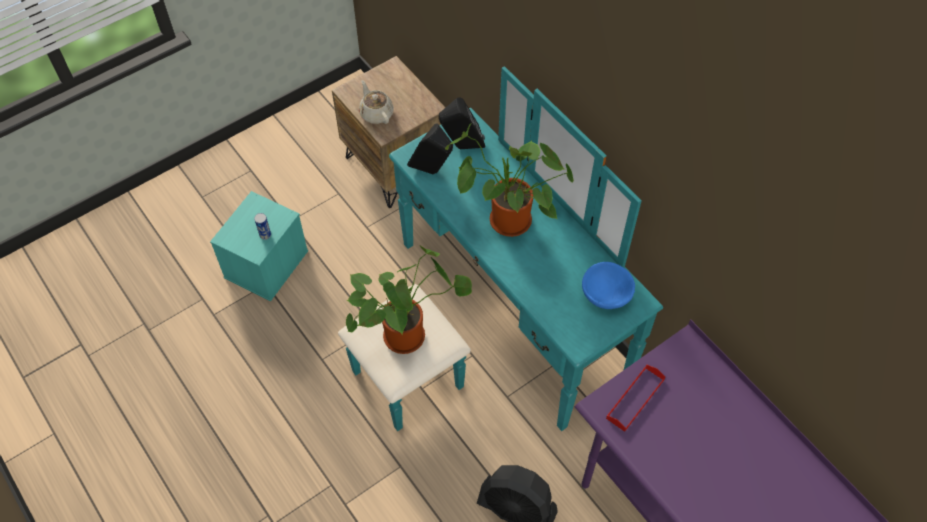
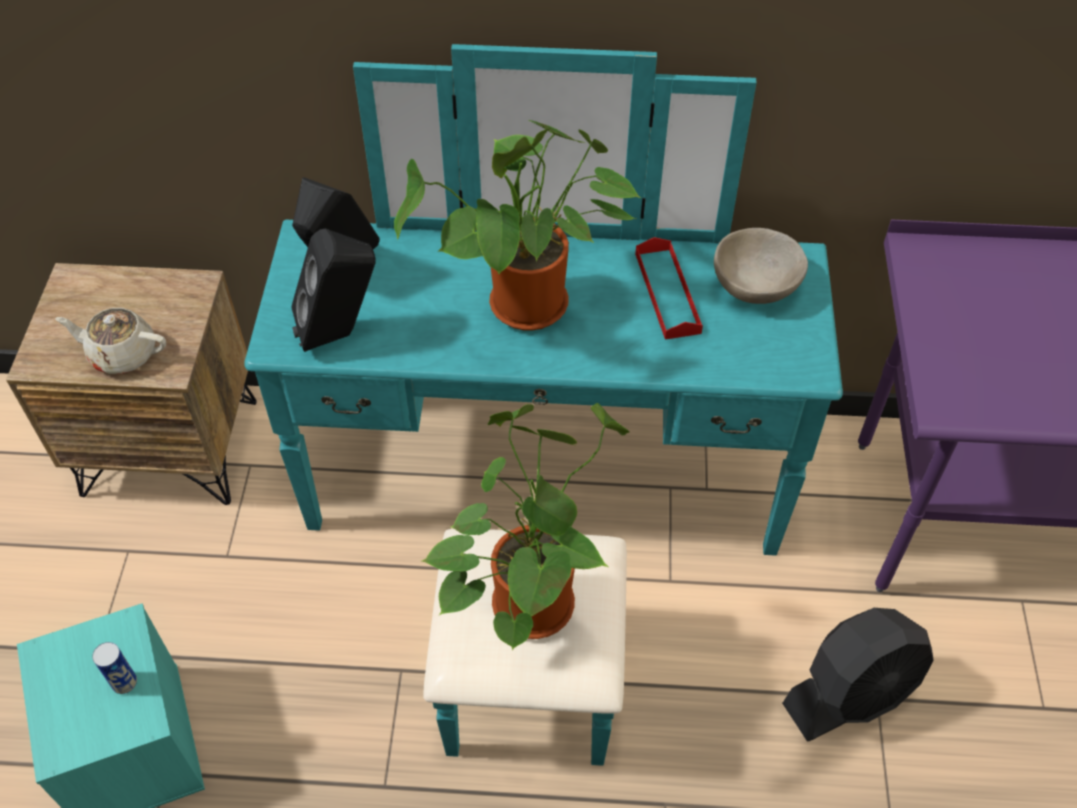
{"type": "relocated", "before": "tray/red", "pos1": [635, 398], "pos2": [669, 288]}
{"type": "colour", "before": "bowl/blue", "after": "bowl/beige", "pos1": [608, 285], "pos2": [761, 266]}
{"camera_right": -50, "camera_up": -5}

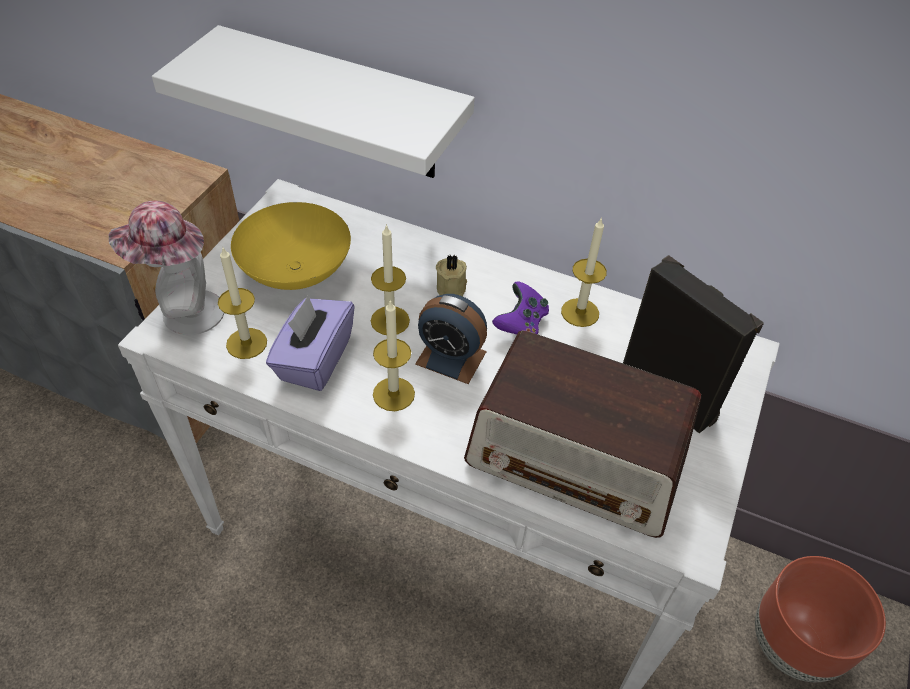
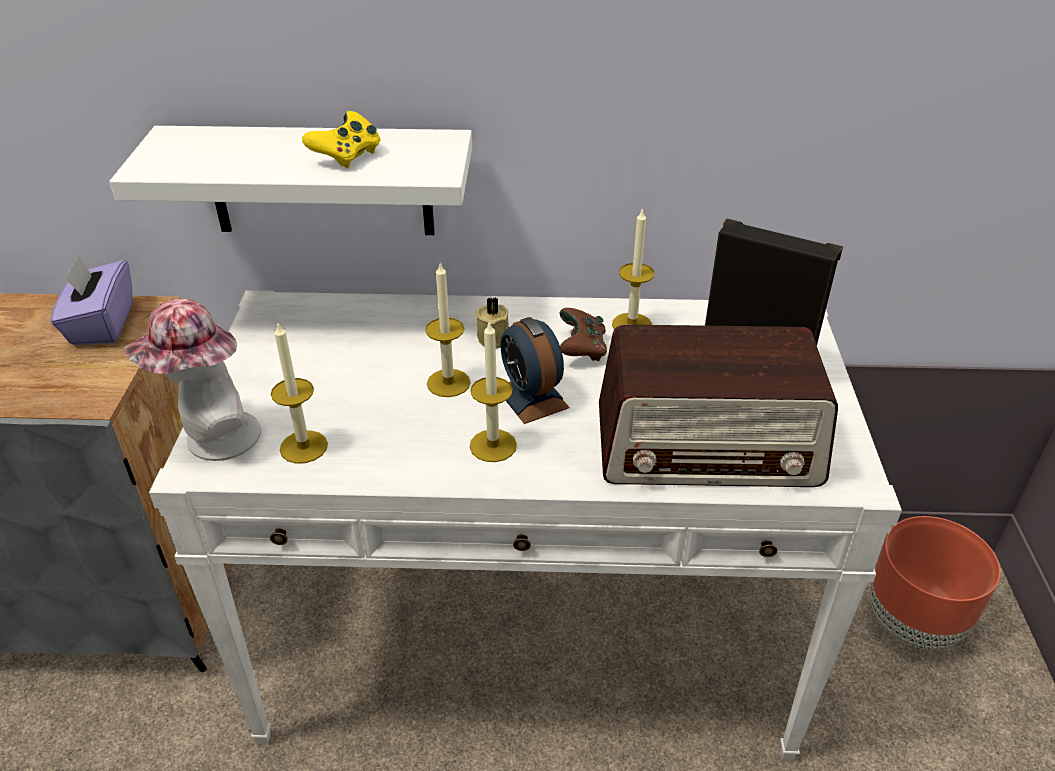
{"type": "missing", "before": "bowl/yellow", "pos1": [291, 246]}
{"type": "appeared", "after": "game controller/yellow", "pos2": [341, 140]}
{"type": "relocated", "before": "tissue box/purple", "pos1": [310, 343], "pos2": [92, 300]}
{"type": "colour", "before": "game controller/purple", "after": "game controller/brown", "pos1": [520, 307], "pos2": [583, 334]}
{"type": "spun", "before": "alarm clock", "pos1": [451, 339], "pos2": [535, 370], "turn": 60}
{"camera_right": -20, "camera_up": -10}

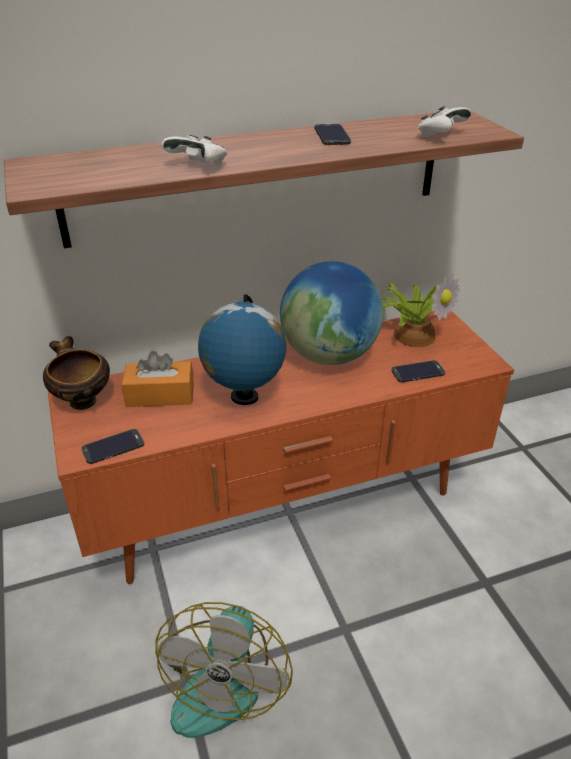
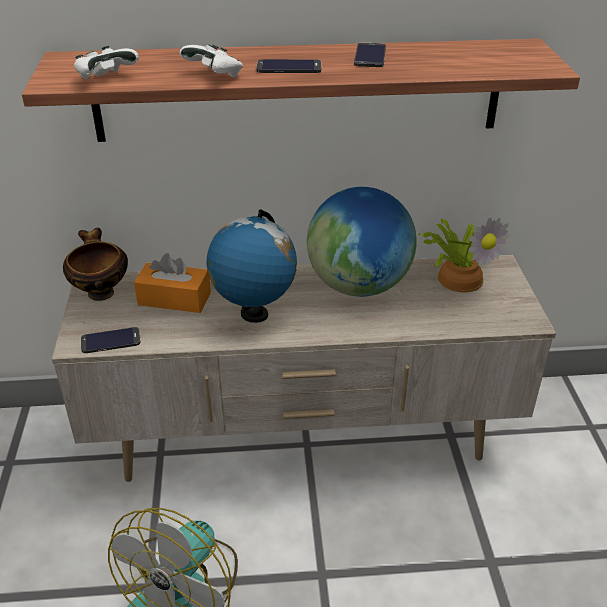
{"type": "relocated", "before": "phone", "pos1": [418, 371], "pos2": [289, 66]}
{"type": "relocated", "before": "game controller/white", "pos1": [445, 122], "pos2": [106, 63]}
{"type": "colour", "before": "tv stand/orange", "after": "tv stand/beige", "pos1": [281, 447], "pos2": [304, 368]}
{"camera_right": 15, "camera_up": 0}

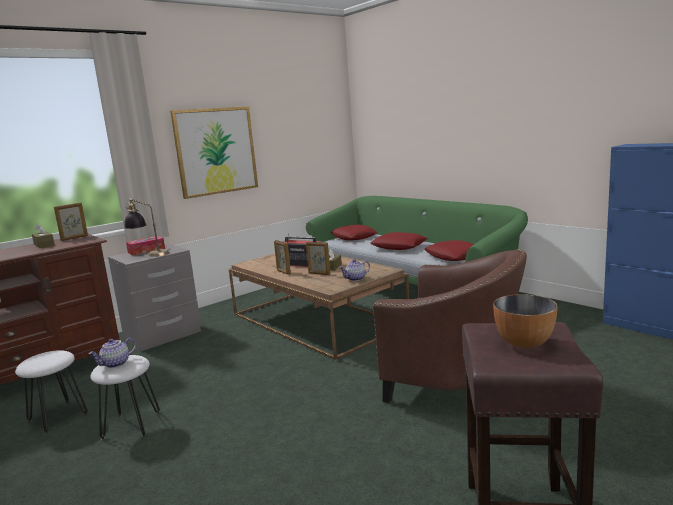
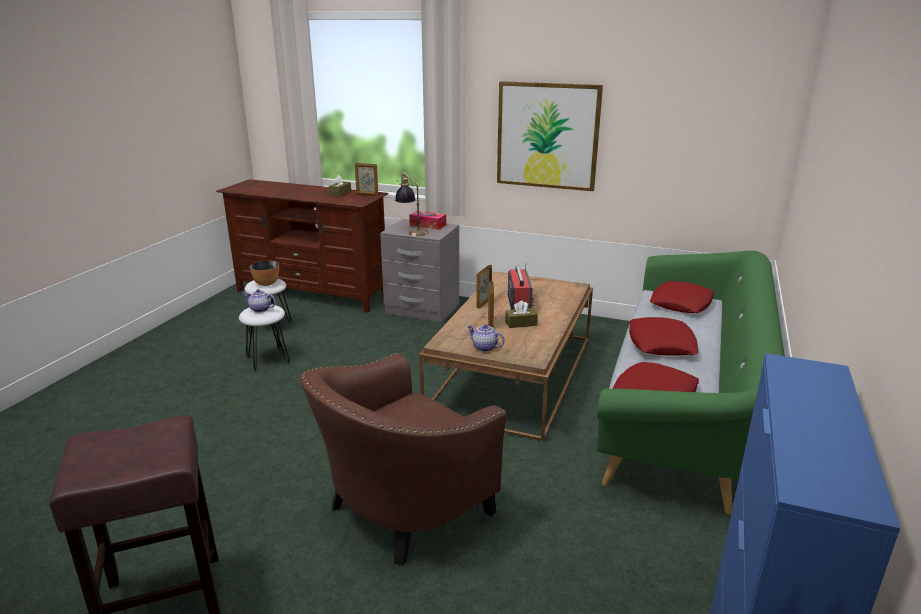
{"type": "relocated", "before": "bowl", "pos1": [525, 321], "pos2": [264, 273]}
{"type": "spun", "before": "armchair/brown", "pos1": [450, 326], "pos2": [403, 459], "turn": 45}
{"camera_right": 60, "camera_up": 10}

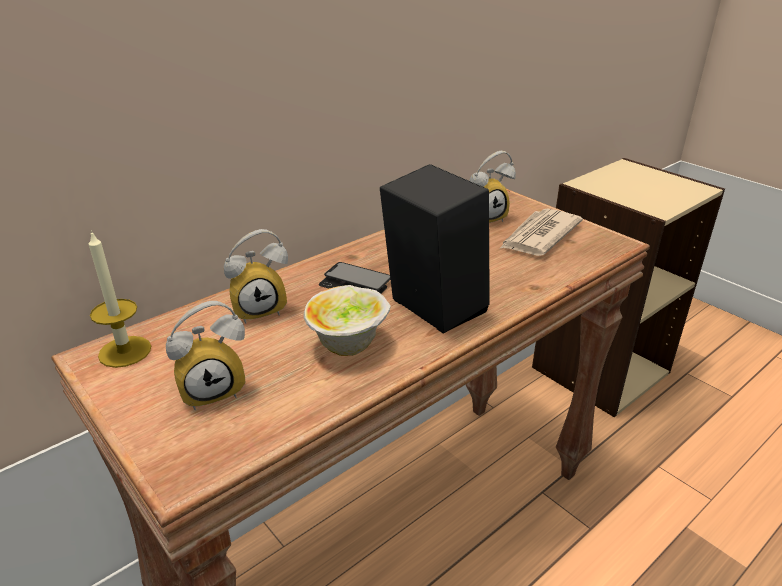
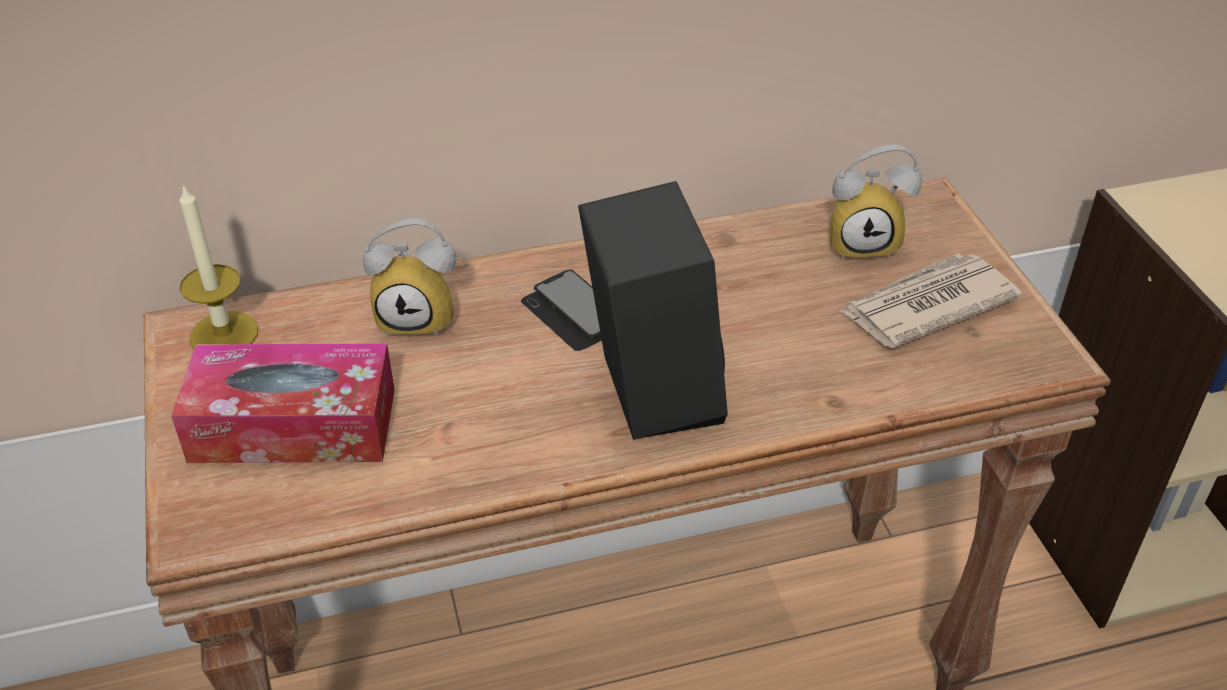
{"type": "missing", "before": "bowl", "pos1": [347, 320]}
{"type": "exchanged", "before": "alarm clock", "after": "tissue box", "pos1": [205, 355], "pos2": [283, 403]}
{"camera_right": 25, "camera_up": 10}

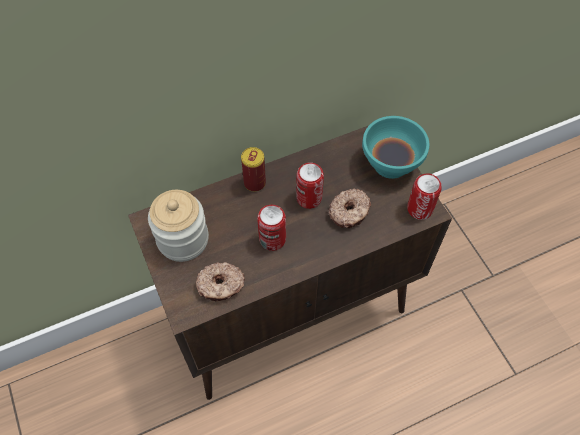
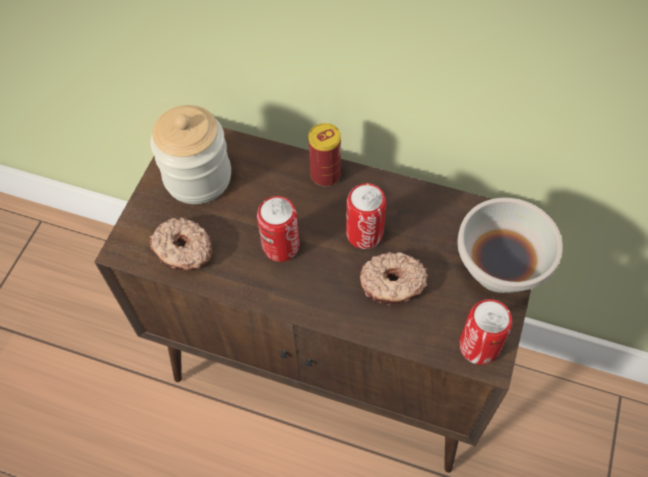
{"type": "colour", "before": "bowl/turquoise", "after": "bowl/white", "pos1": [395, 147], "pos2": [510, 245]}
{"camera_right": 45, "camera_up": 0}

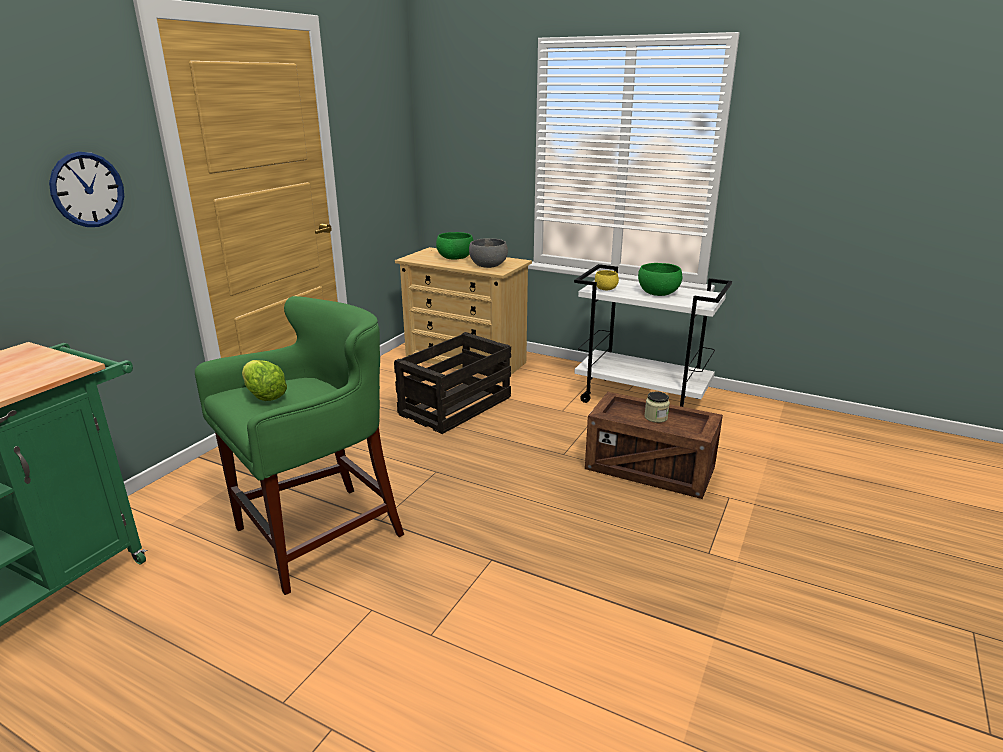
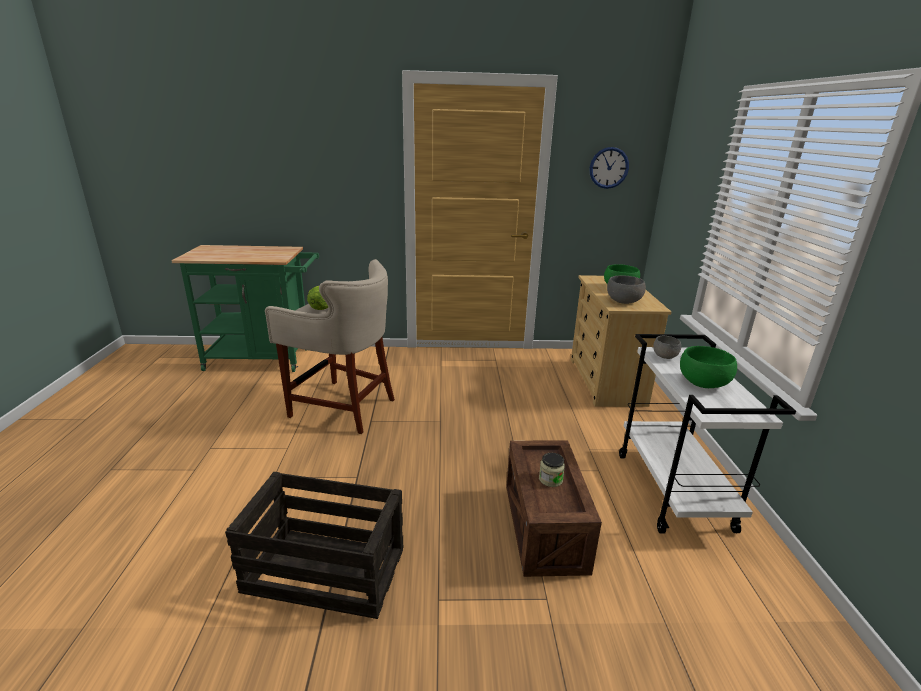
{"type": "relocated", "before": "wall clock", "pos1": [86, 189], "pos2": [609, 168]}
{"type": "relocated", "before": "crate", "pos1": [452, 383], "pos2": [314, 545]}
{"type": "colour", "before": "stool/green", "after": "stool/beige", "pos1": [299, 445], "pos2": [330, 346]}
{"type": "colour", "before": "bowl/yellow", "after": "bowl/grey", "pos1": [607, 280], "pos2": [667, 347]}
{"camera_right": 60, "camera_up": 0}

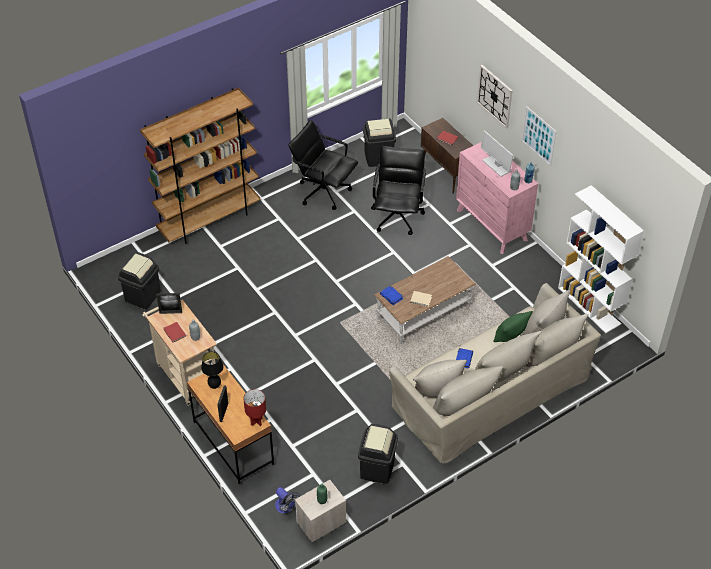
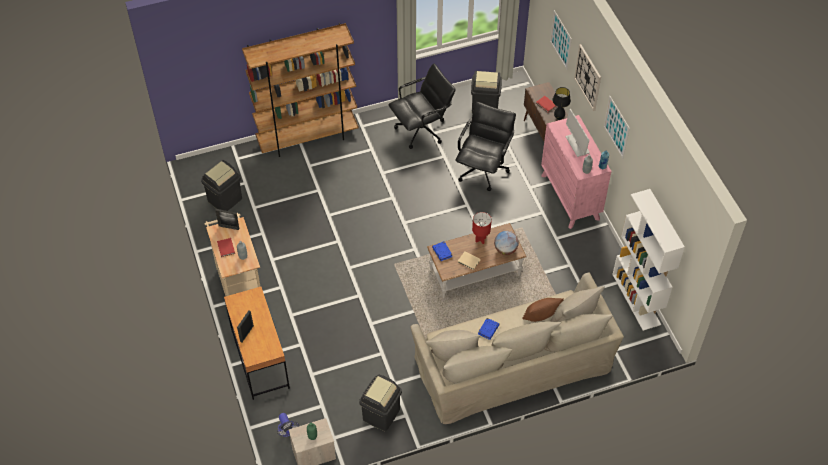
{"type": "appeared", "after": "globe", "pos2": [506, 243]}
{"type": "appeared", "after": "picture", "pos2": [561, 40]}
{"type": "relocated", "before": "table lamp/black", "pos1": [212, 370], "pos2": [561, 103]}
{"type": "relocated", "before": "table lamp/red", "pos1": [254, 407], "pos2": [482, 228]}
{"type": "colour", "before": "pillow/green", "after": "pillow/brown", "pos1": [513, 326], "pos2": [543, 310]}
{"type": "spun", "before": "office chair/black", "pos1": [323, 165], "pos2": [422, 106], "turn": 105}
{"camera_right": 15, "camera_up": 5}

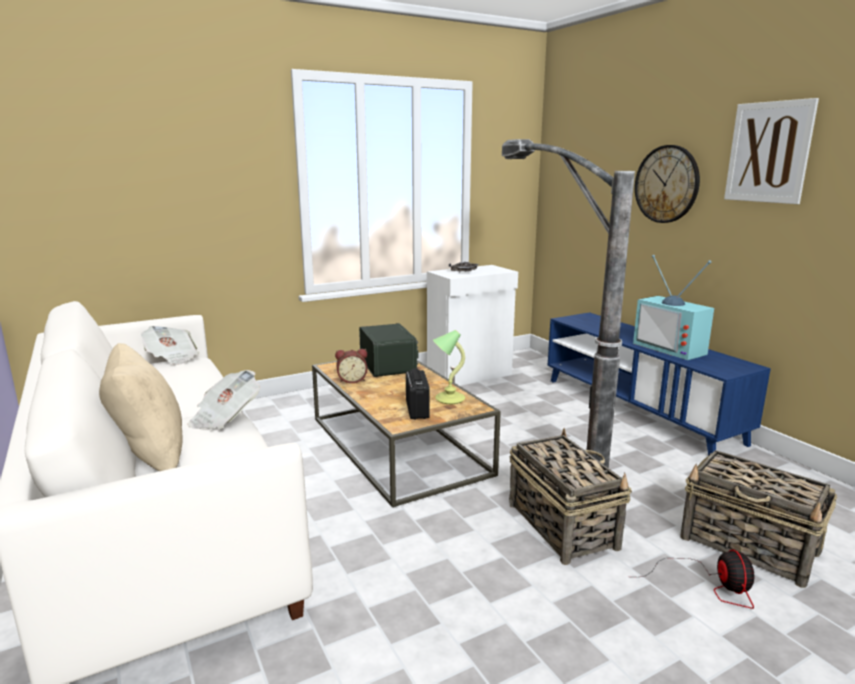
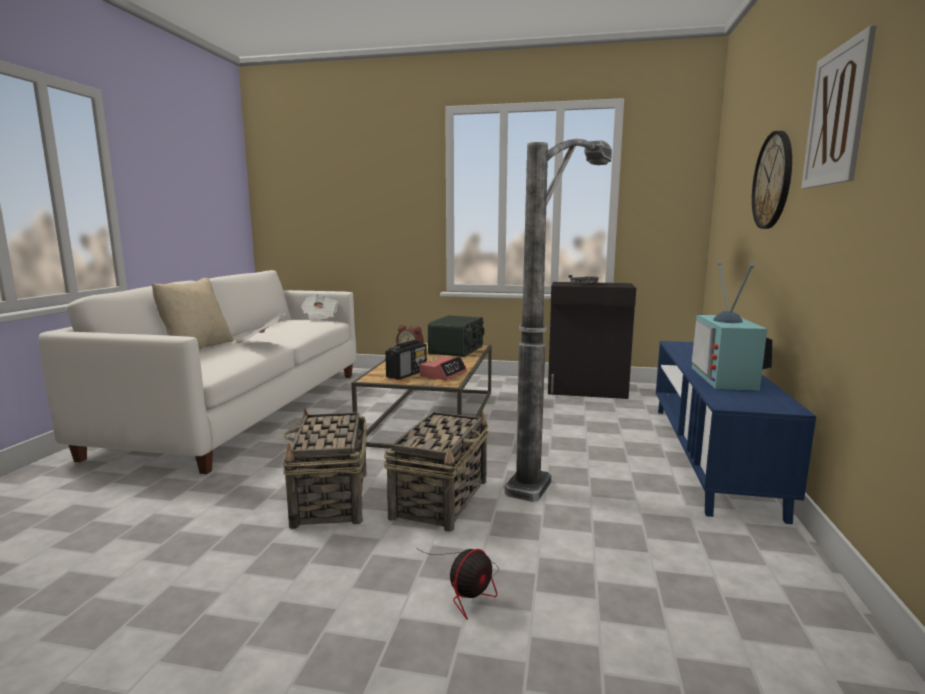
{"type": "relocated", "before": "basket", "pos1": [758, 519], "pos2": [325, 468]}
{"type": "exchanged", "before": "table lamp", "after": "alarm clock", "pos1": [449, 367], "pos2": [443, 368]}
{"type": "colour", "before": "cabinet/white", "after": "cabinet/black", "pos1": [472, 325], "pos2": [592, 340]}
{"camera_right": 40, "camera_up": -5}

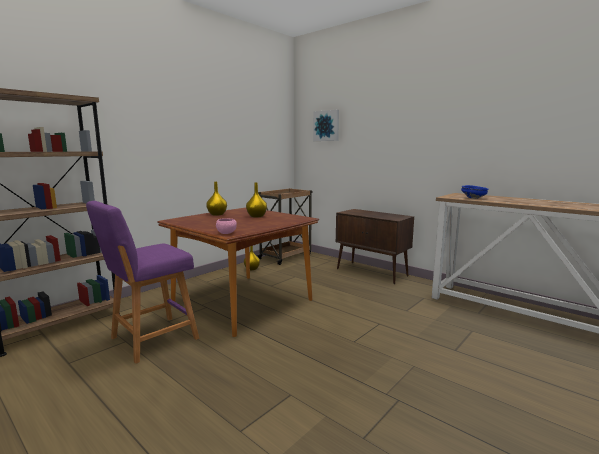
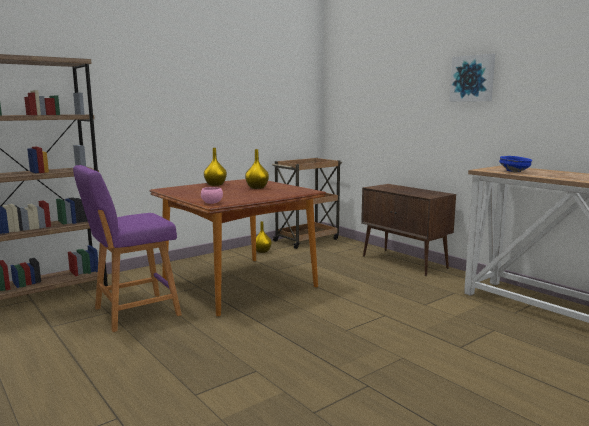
{"type": "relocated", "before": "picture", "pos1": [326, 125], "pos2": [472, 78]}
{"camera_right": 10, "camera_up": 0}

